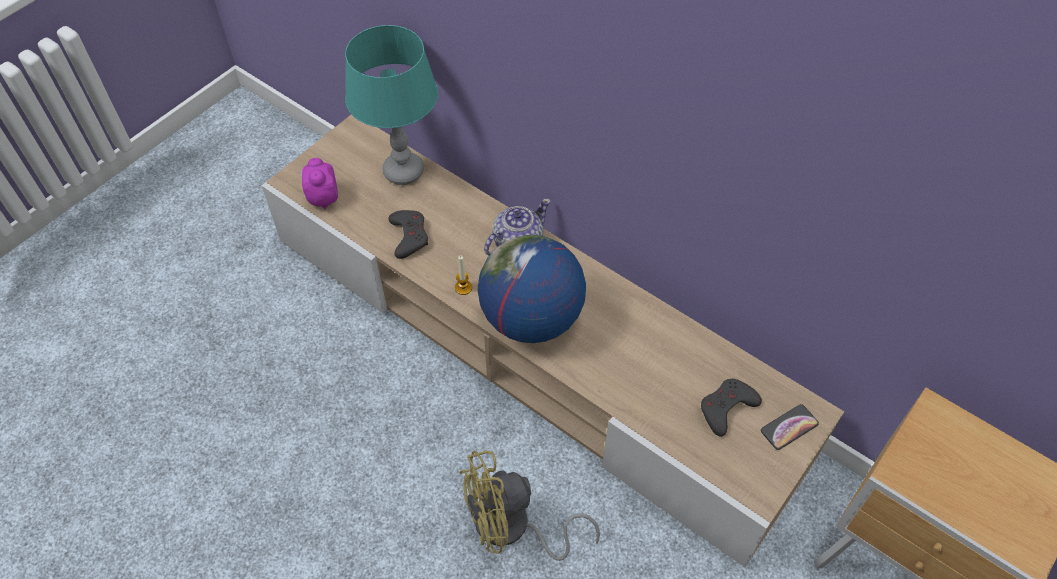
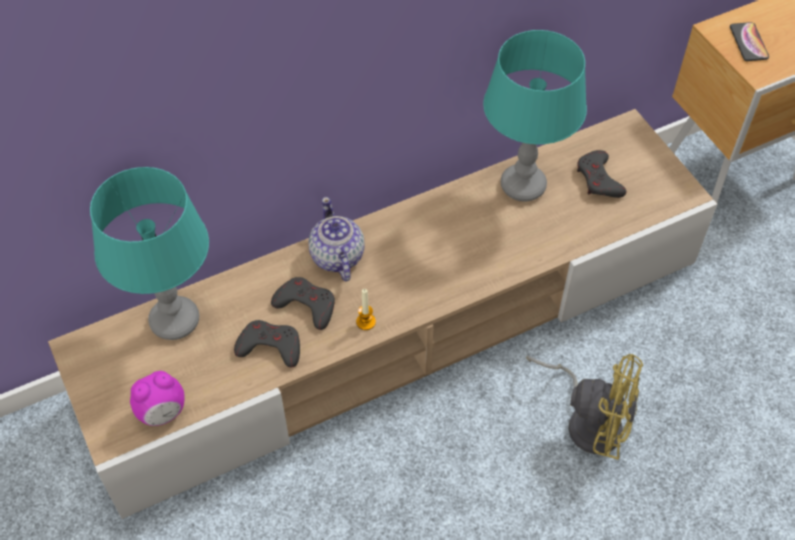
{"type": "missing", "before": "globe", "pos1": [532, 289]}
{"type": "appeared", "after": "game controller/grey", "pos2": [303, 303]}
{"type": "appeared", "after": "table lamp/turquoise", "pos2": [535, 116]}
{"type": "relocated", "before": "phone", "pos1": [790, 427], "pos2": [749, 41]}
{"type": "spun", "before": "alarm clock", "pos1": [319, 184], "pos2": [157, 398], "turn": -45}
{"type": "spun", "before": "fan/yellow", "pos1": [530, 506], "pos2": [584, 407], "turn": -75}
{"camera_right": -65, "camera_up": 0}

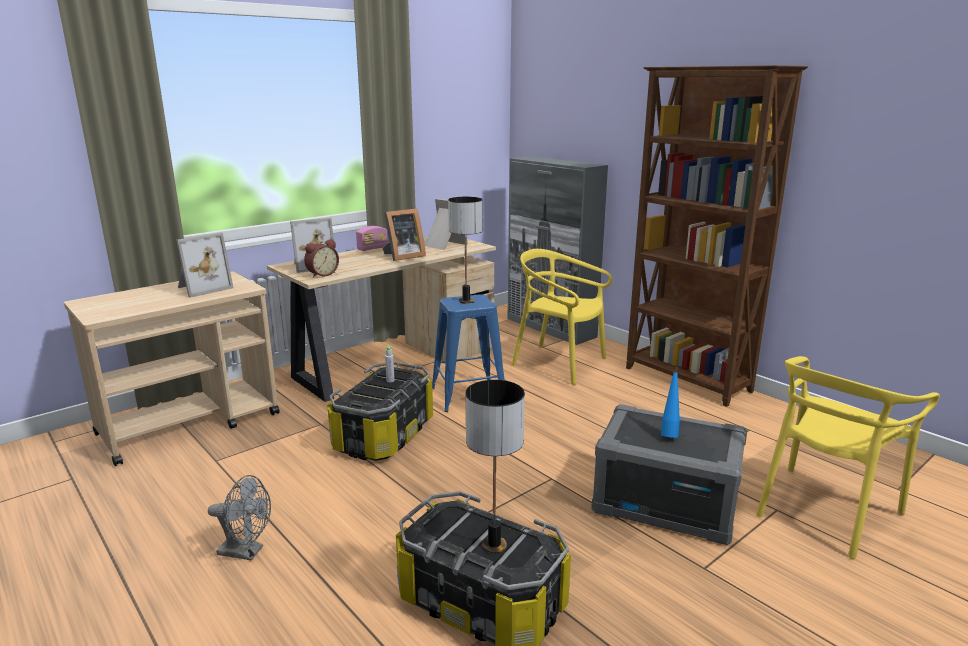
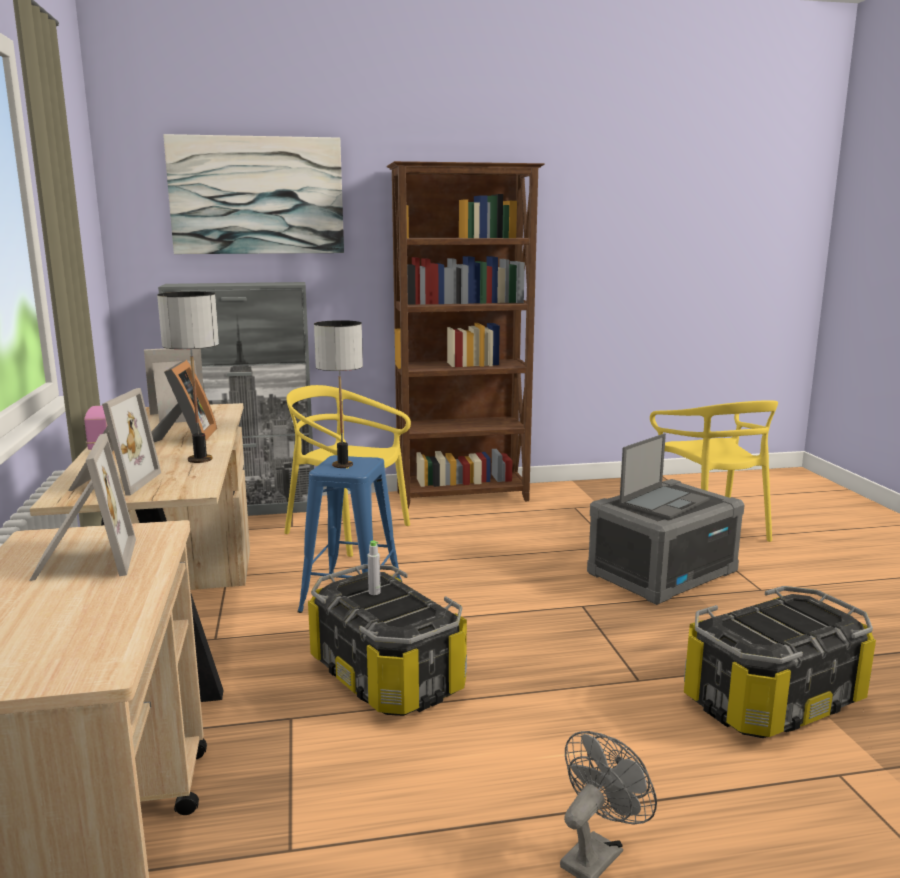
{"type": "missing", "before": "alarm clock", "pos1": [321, 258]}
{"type": "appeared", "after": "picture", "pos2": [253, 194]}
{"type": "relocated", "before": "table lamp", "pos1": [495, 467], "pos2": [188, 377]}
{"type": "exchanged", "before": "bottle/blue", "after": "laptop", "pos1": [670, 402], "pos2": [664, 476]}
{"type": "spun", "before": "chair/yellow", "pos1": [562, 317], "pos2": [347, 471], "turn": 60}
{"camera_right": -60, "camera_up": -5}

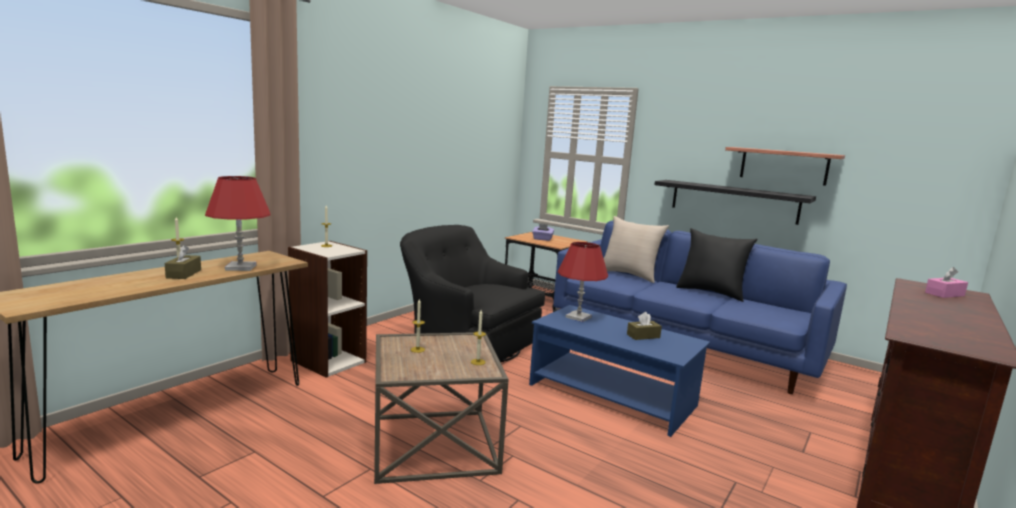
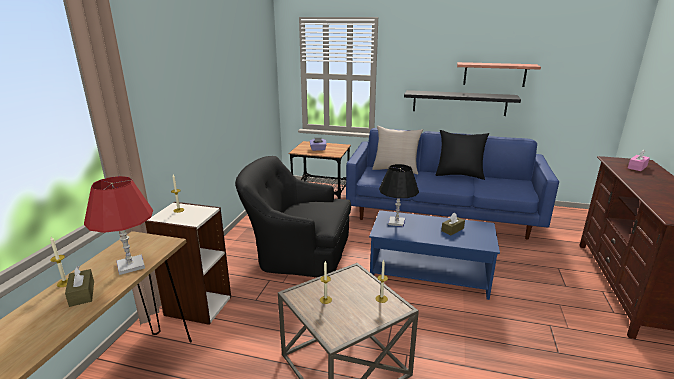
{"type": "colour", "before": "table lamp/red", "after": "table lamp/black", "pos1": [583, 282], "pos2": [399, 195]}
{"camera_right": -20, "camera_up": 10}

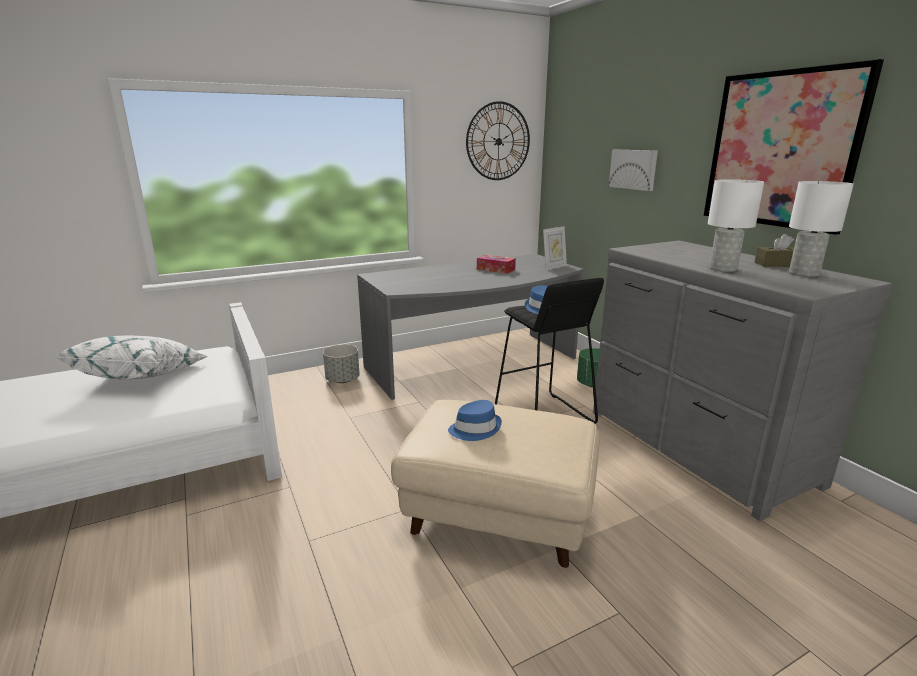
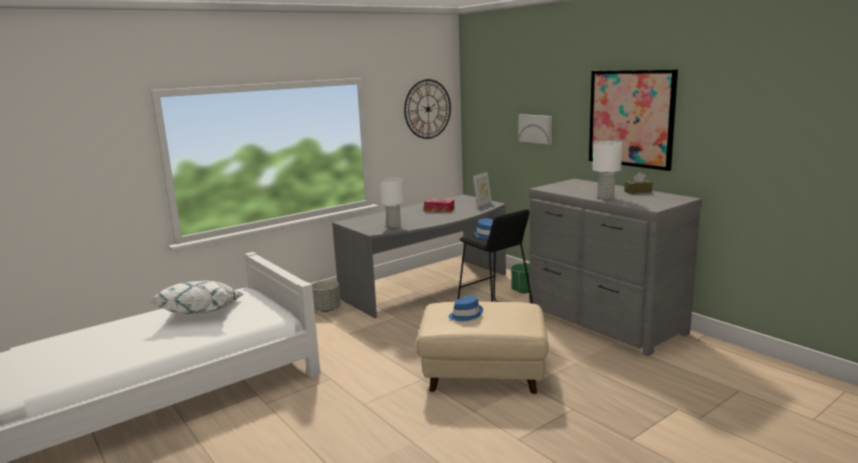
{"type": "relocated", "before": "table lamp/white", "pos1": [821, 229], "pos2": [391, 202]}
{"camera_right": -10, "camera_up": -5}

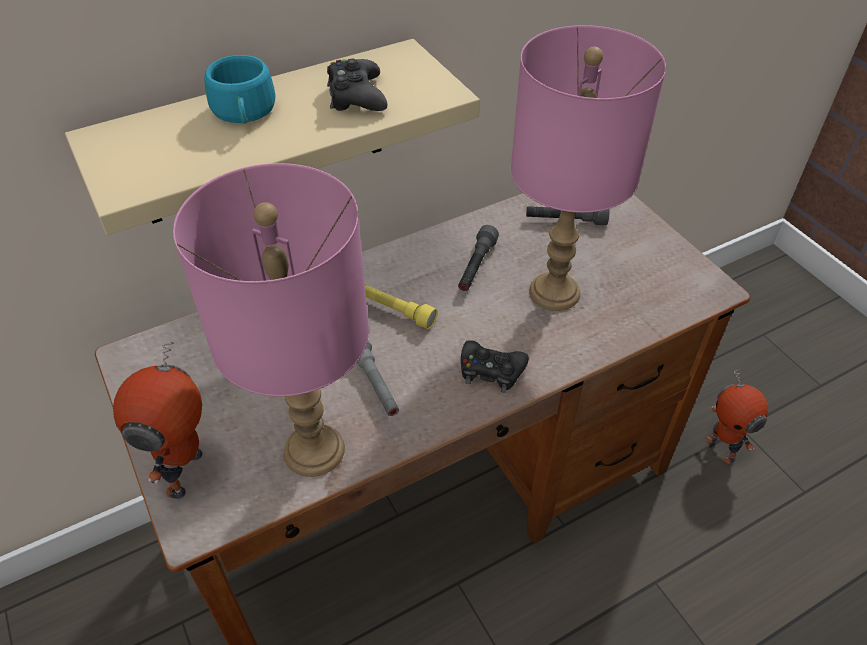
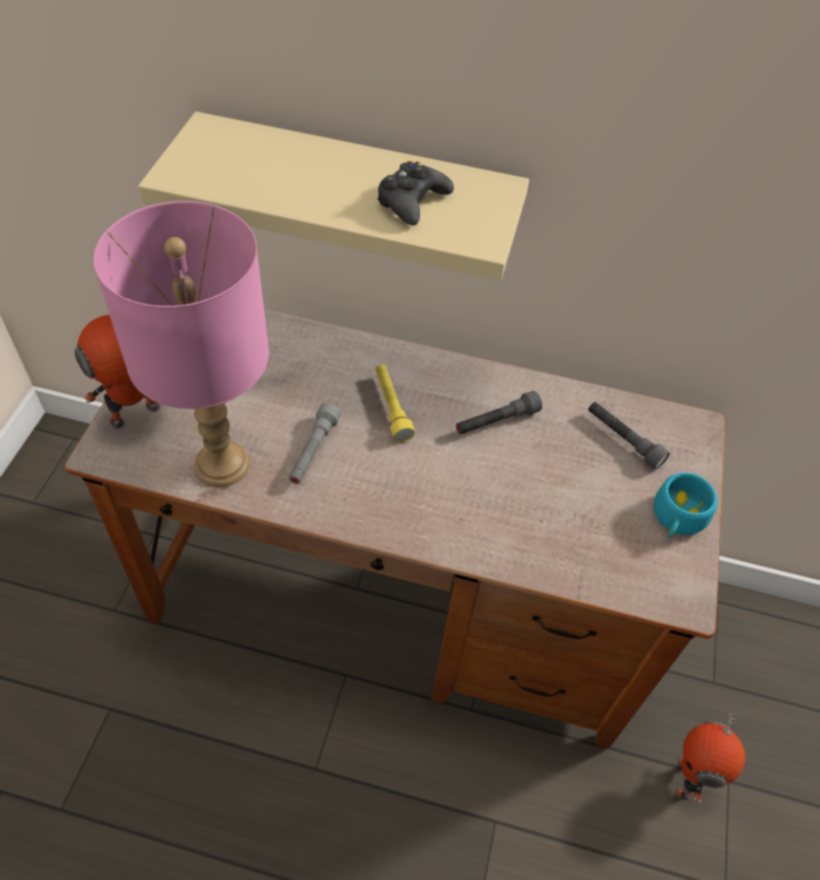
{"type": "missing", "before": "game controller/black", "pos1": [495, 366]}
{"type": "missing", "before": "table lamp/pink", "pos1": [588, 168]}
{"type": "relocated", "before": "cup/turquoise", "pos1": [240, 89], "pos2": [686, 505]}
{"camera_right": 40, "camera_up": 5}

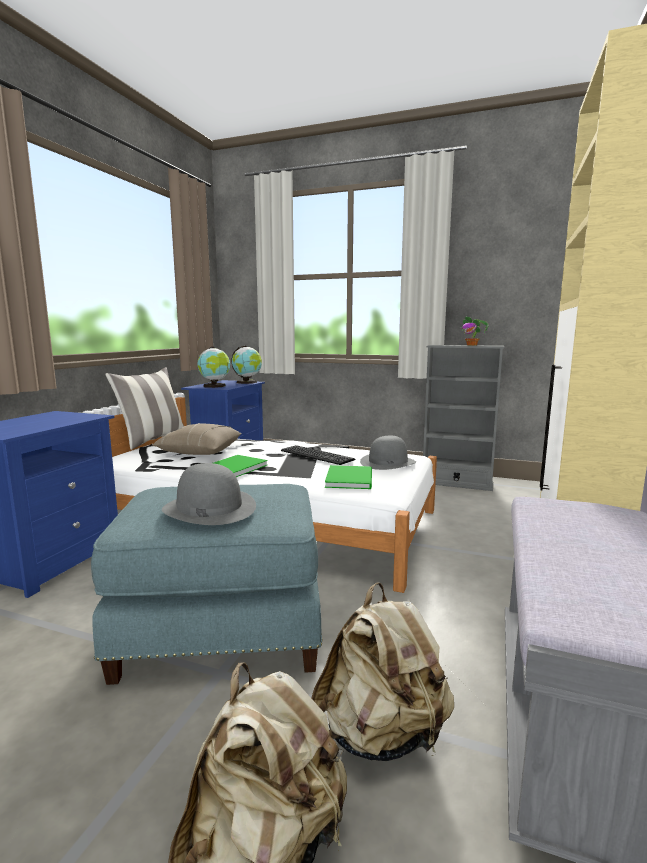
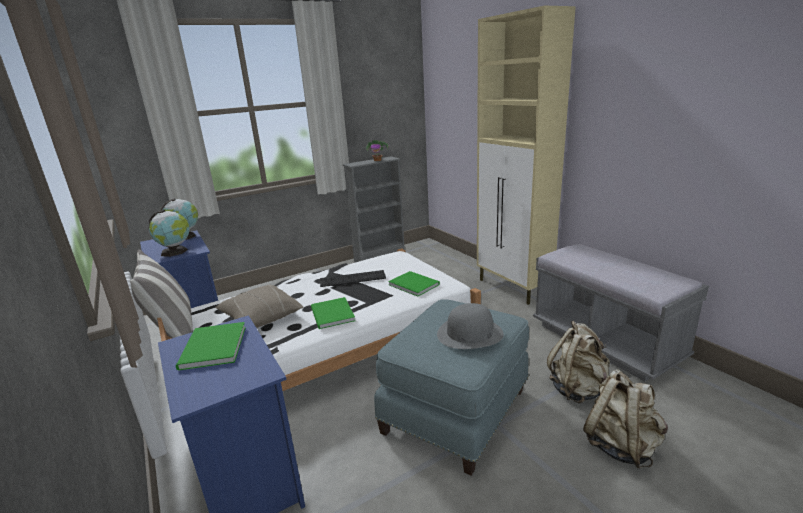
{"type": "missing", "before": "hat/grey", "pos1": [388, 453]}
{"type": "appeared", "after": "book/green", "pos2": [211, 346]}
{"camera_right": -50, "camera_up": 10}

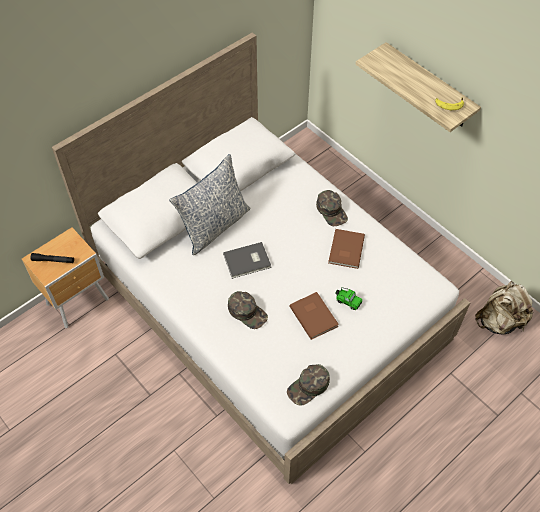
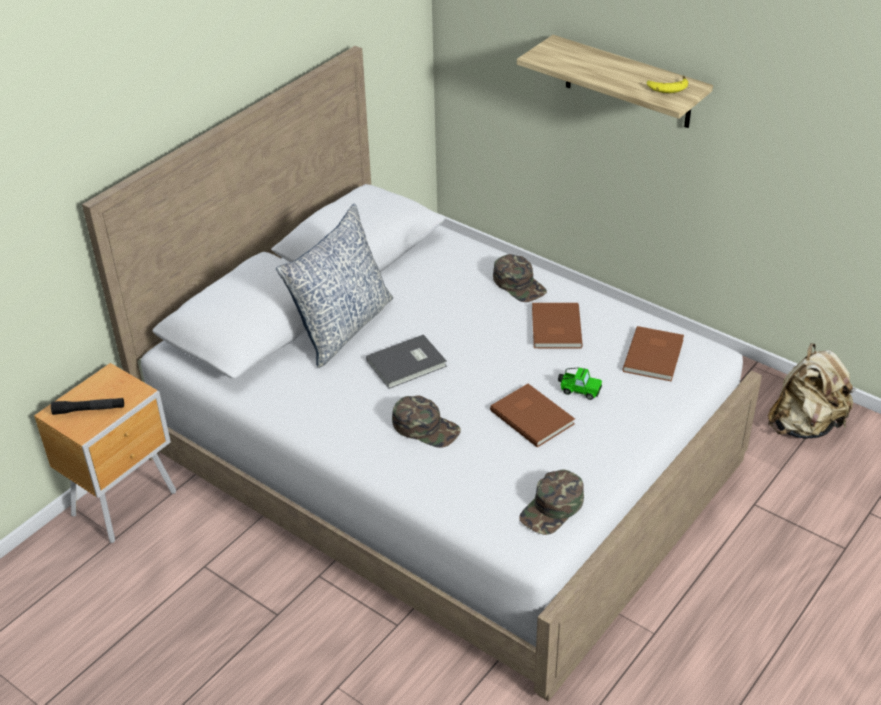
{"type": "appeared", "after": "book/brown", "pos2": [653, 353]}
{"camera_right": -10, "camera_up": -15}

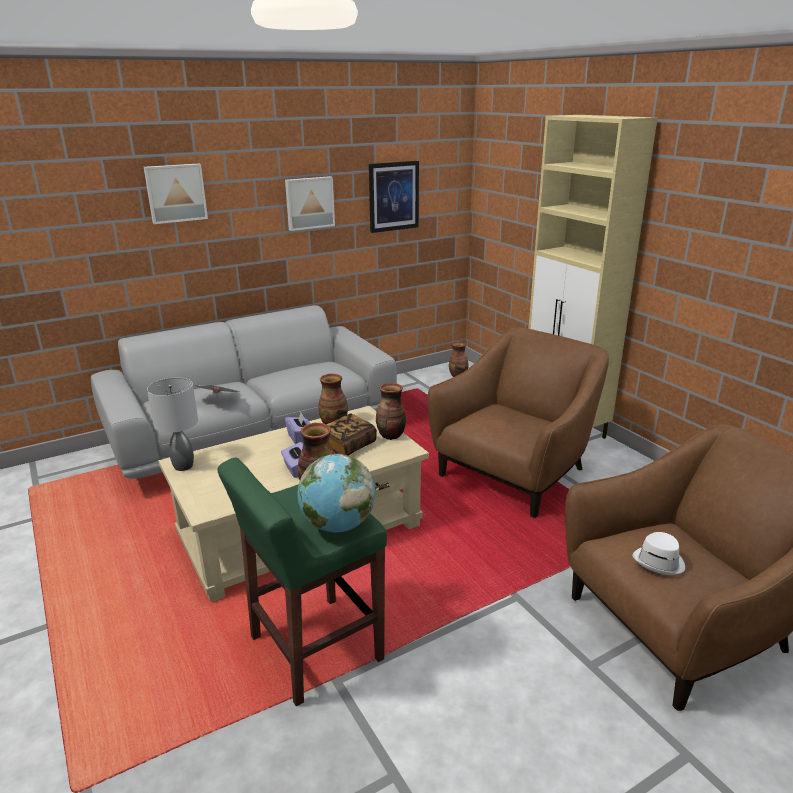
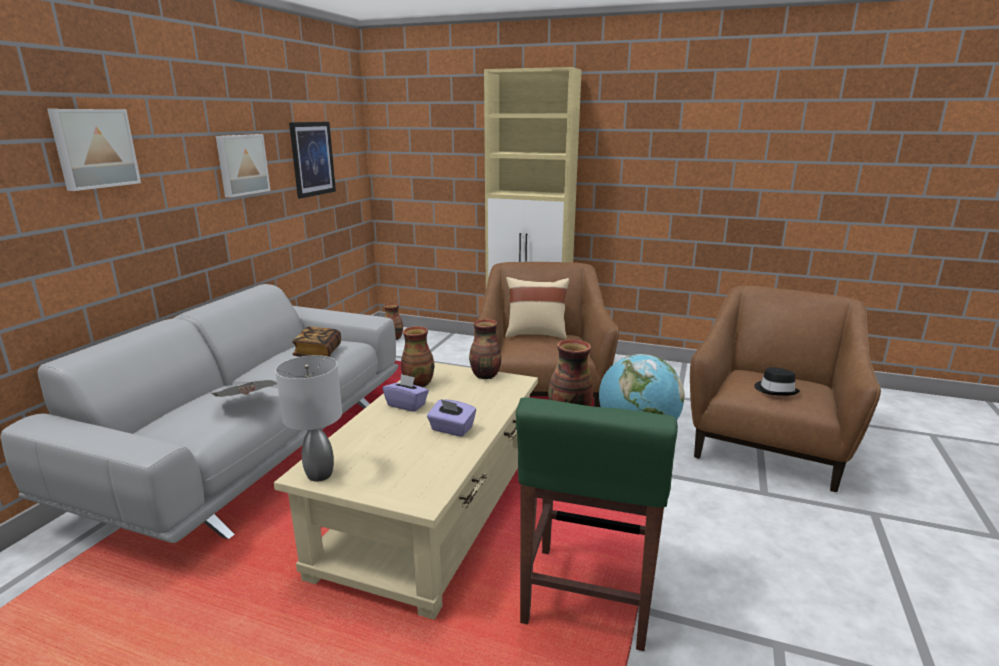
{"type": "appeared", "after": "pillow/beige", "pos2": [537, 308]}
{"type": "relocated", "before": "book", "pos1": [352, 434], "pos2": [316, 342]}
{"type": "colour", "before": "hat/white", "after": "hat/black", "pos1": [658, 553], "pos2": [777, 381]}
{"camera_right": -40, "camera_up": -5}

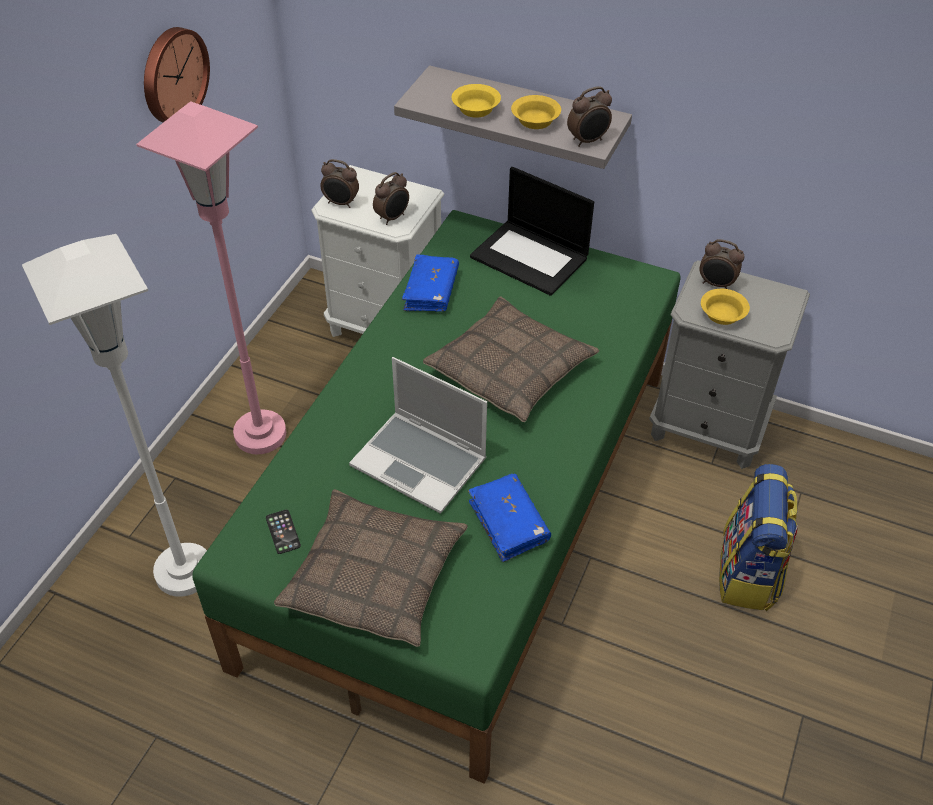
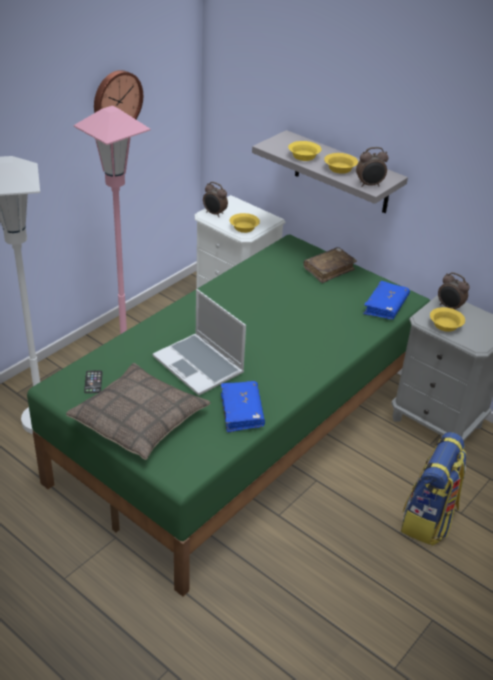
{"type": "missing", "before": "pillow", "pos1": [511, 359]}
{"type": "relocated", "before": "book/blue", "pos1": [430, 283], "pos2": [386, 300]}
{"type": "exchanged", "before": "alarm clock", "after": "bowl/yellow", "pos1": [391, 198], "pos2": [245, 223]}
{"type": "exchanged", "before": "laptop", "after": "book/brown", "pos1": [532, 231], "pos2": [330, 265]}
{"camera_right": 15, "camera_up": -10}

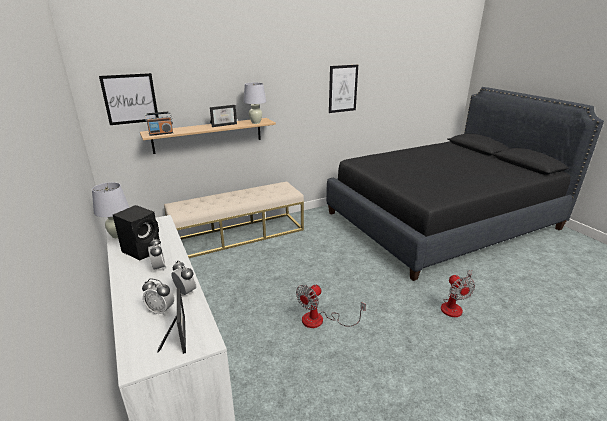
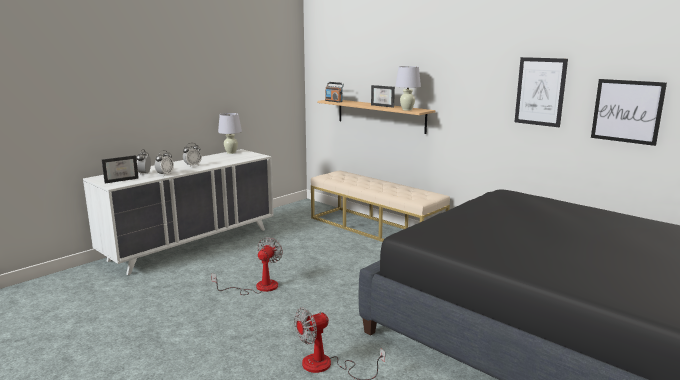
{"type": "missing", "before": "speaker/black", "pos1": [137, 233]}
{"type": "relocated", "before": "picture", "pos1": [129, 99], "pos2": [629, 112]}
{"type": "spun", "before": "fan", "pos1": [331, 306], "pos2": [247, 266], "turn": 90}
{"camera_right": 70, "camera_up": -10}

